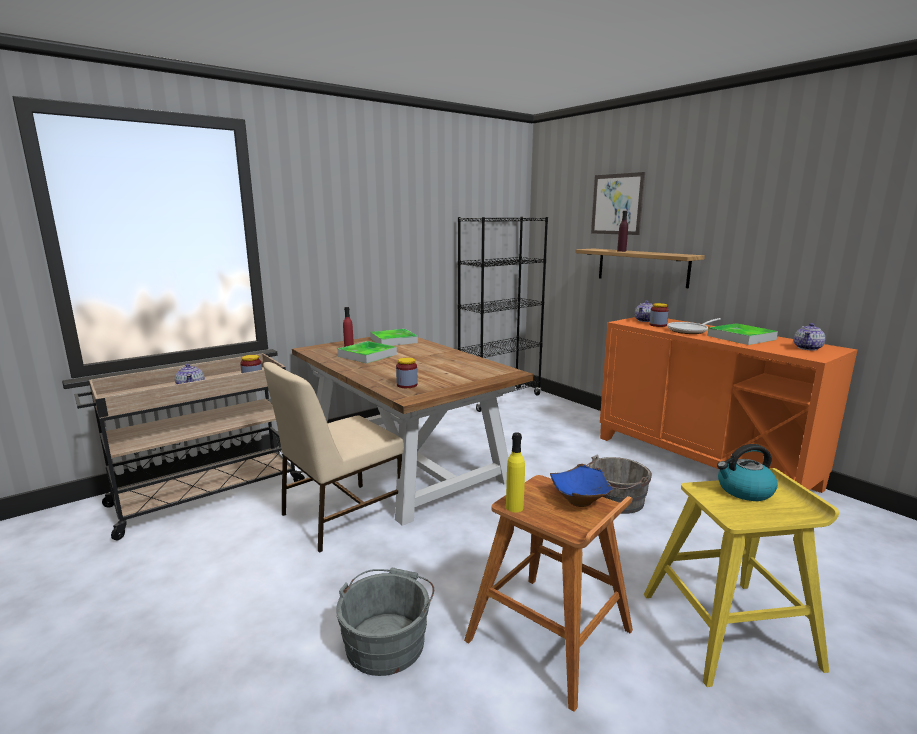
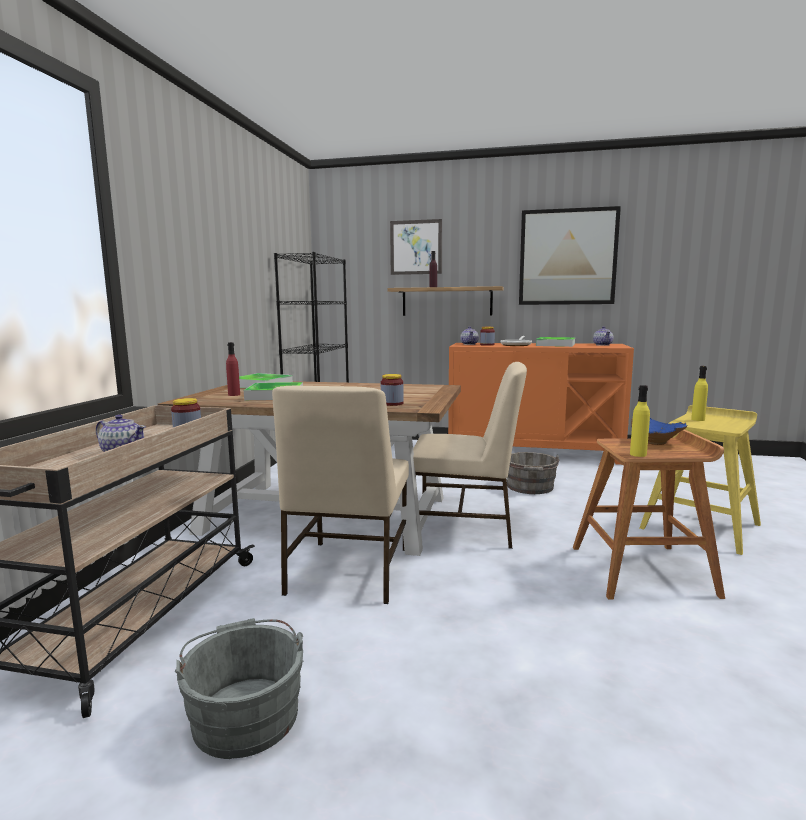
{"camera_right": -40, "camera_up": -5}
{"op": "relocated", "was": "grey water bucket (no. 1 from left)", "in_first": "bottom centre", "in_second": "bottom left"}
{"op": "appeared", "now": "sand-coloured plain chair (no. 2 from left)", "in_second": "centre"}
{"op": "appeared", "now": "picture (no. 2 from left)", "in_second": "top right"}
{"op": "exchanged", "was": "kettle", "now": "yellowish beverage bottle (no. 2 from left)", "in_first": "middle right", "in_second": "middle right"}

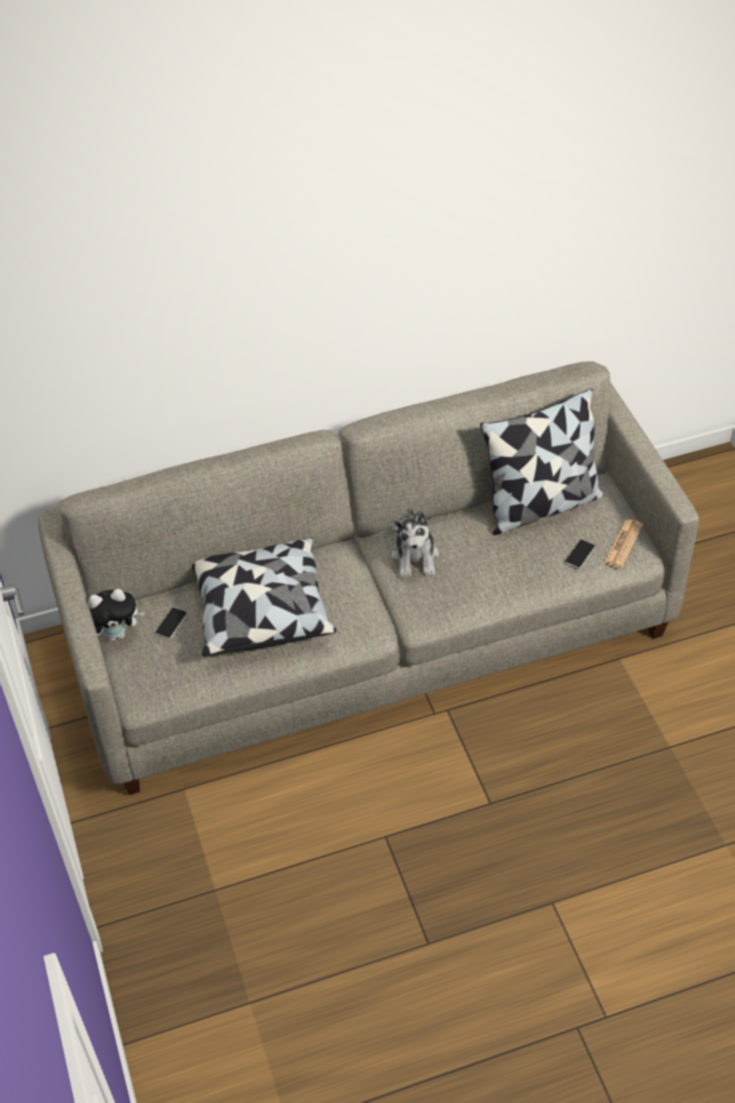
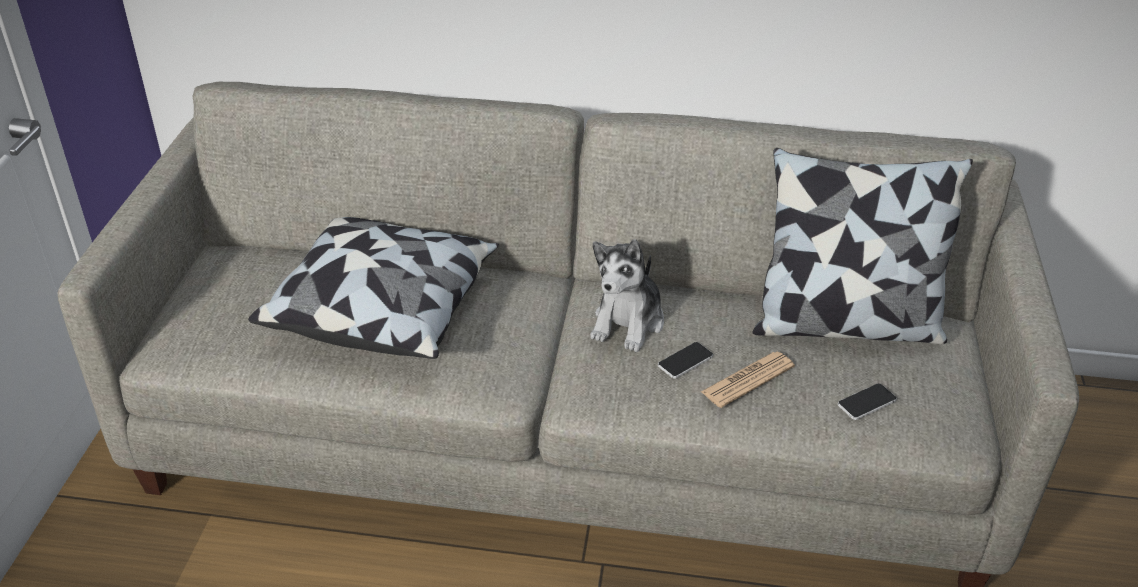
{"camera_right": 25, "camera_up": -10}
{"op": "relocated", "was": "telephone (no. 1 from left)", "in_first": "middle left", "in_second": "centre"}
{"op": "relocated", "was": "newspaper", "in_first": "middle right", "in_second": "centre"}
{"op": "missing", "was": "soft toy (no. 1 from left)", "in_first": "middle left"}

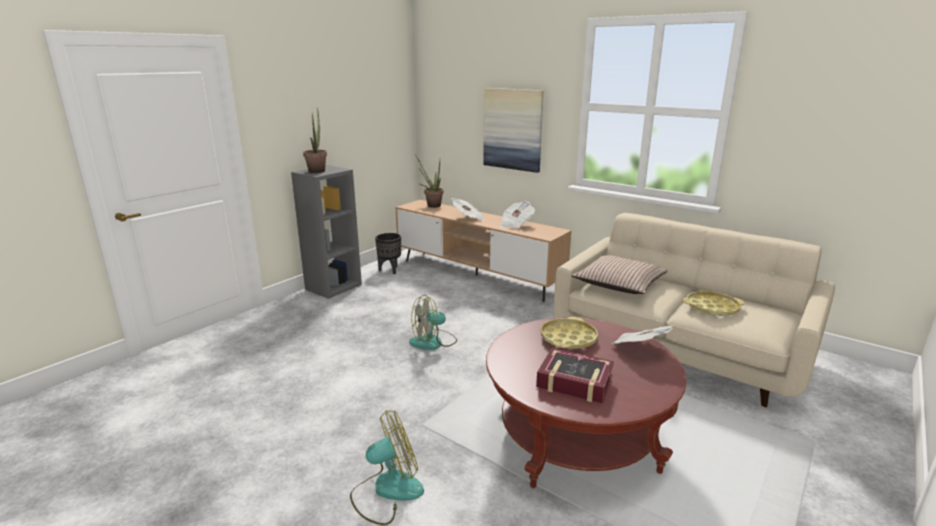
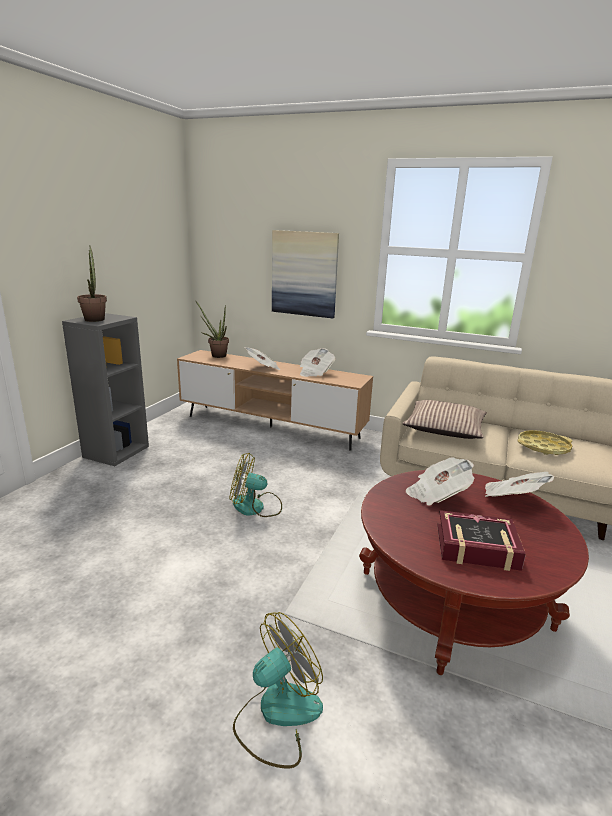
{"camera_right": -15, "camera_up": 0}
{"op": "spun", "was": "electric fan (no. 2 from left in the first image)", "in_first": "centre", "in_second": "centre", "clockwise": 45}
{"op": "exchanged", "was": "yellowish tray (no. 1 from left)", "now": "newspaper (no. 3 from left)", "in_first": "centre", "in_second": "middle right"}
{"op": "missing", "was": "blackish flower pot", "in_first": "centre"}

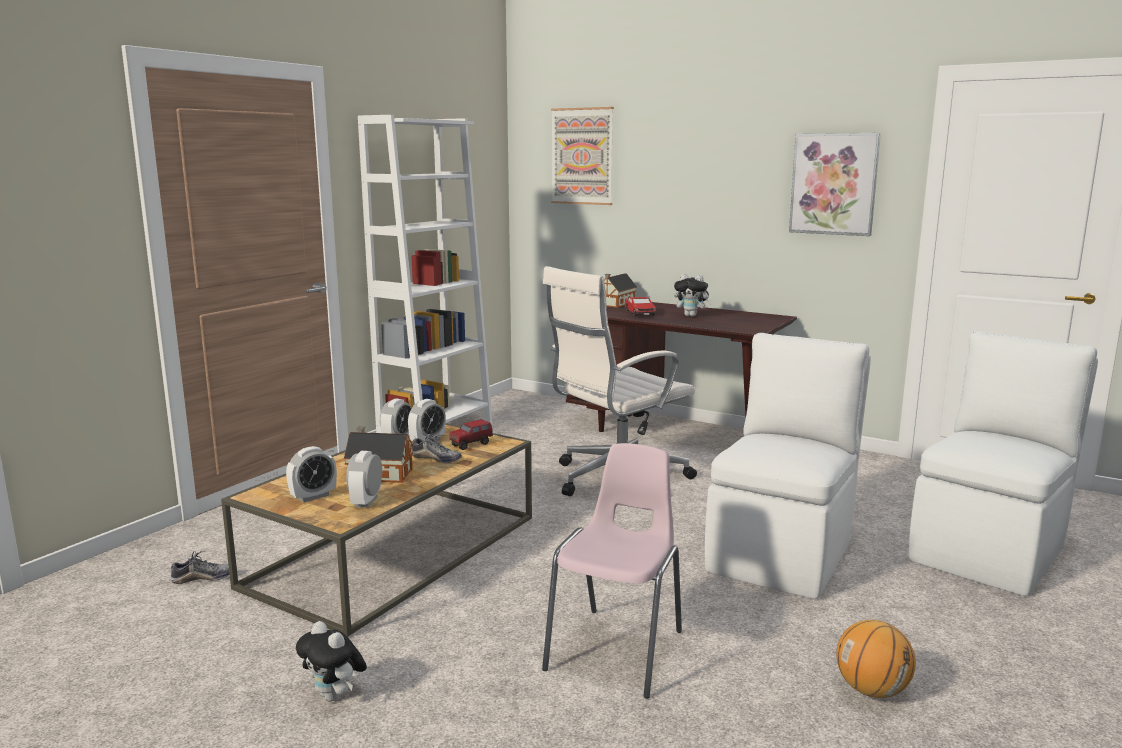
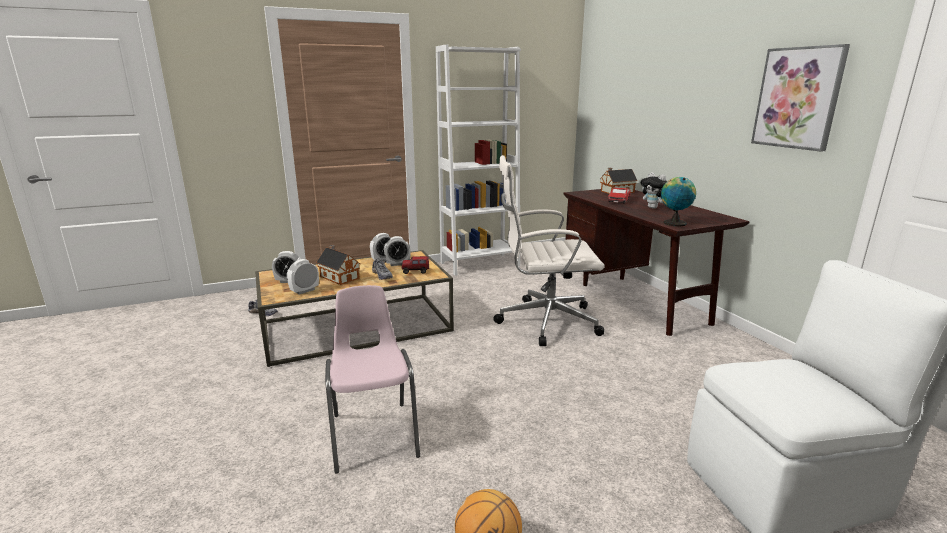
{"camera_right": 35, "camera_up": 5}
{"op": "spun", "was": "pink plain chair", "in_first": "bottom centre", "in_second": "bottom centre", "clockwise": -75}
{"op": "appeared", "now": "globe", "in_second": "middle right"}
{"op": "missing", "was": "soft toy (no. 1 from left)", "in_first": "bottom left"}
{"op": "missing", "was": "picture (no. 1 from left)", "in_first": "top centre"}
{"op": "missing", "was": "white plain chair (no. 1 from left)", "in_first": "middle right"}

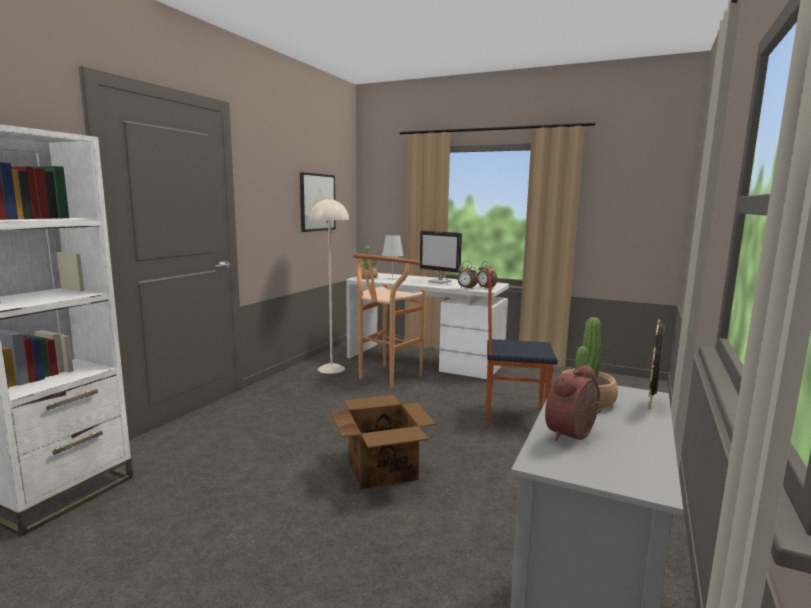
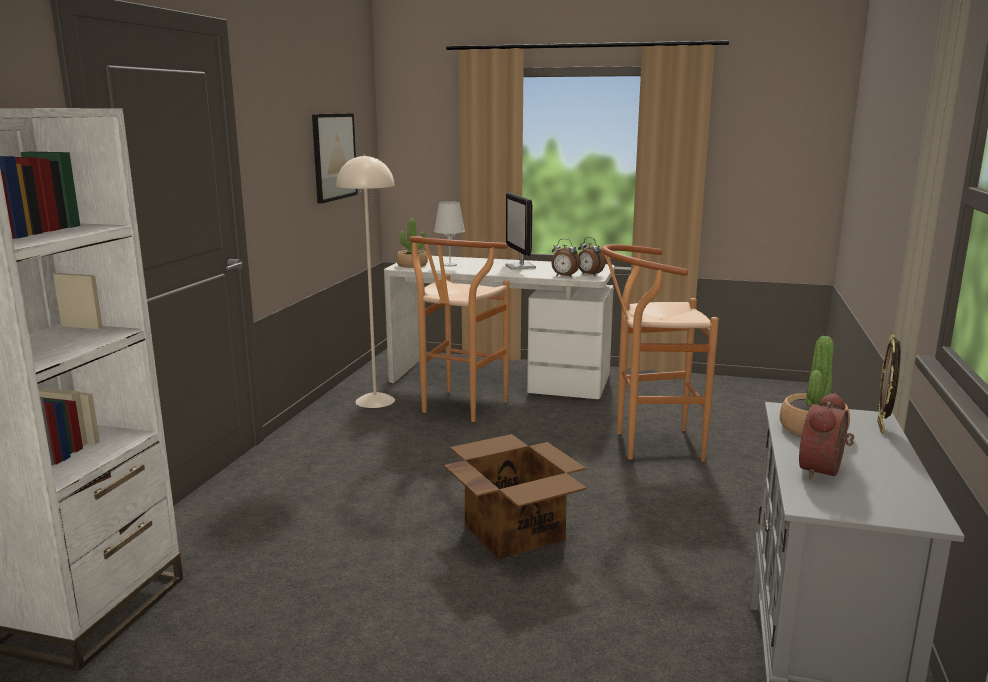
{"camera_right": -10, "camera_up": 5}
{"op": "spun", "was": "computer screen", "in_first": "centre", "in_second": "centre", "clockwise": 45}
{"op": "exchanged", "was": "plain chair", "now": "brown stool seat (no. 2 from left)", "in_first": "centre", "in_second": "middle right"}

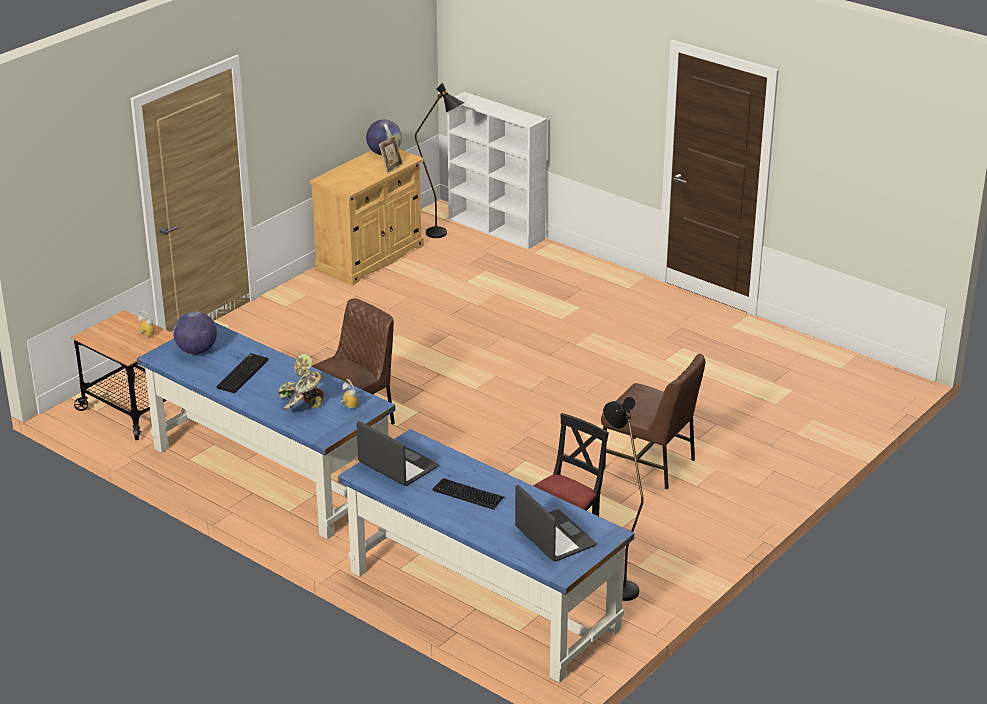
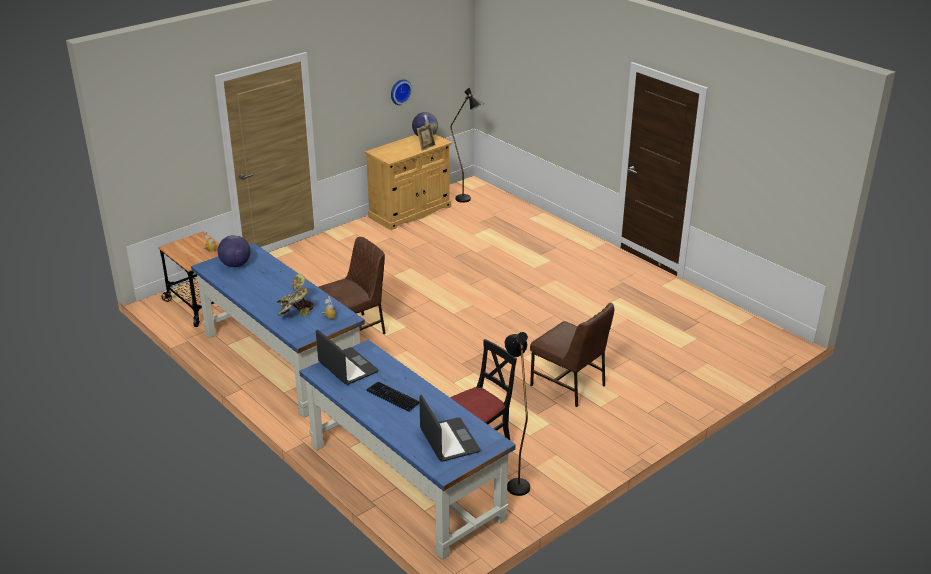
{"camera_right": 10, "camera_up": 0}
{"op": "appeared", "now": "clock on the wall", "in_second": "top centre"}
{"op": "missing", "was": "computer keyboard (no. 1 from left)", "in_first": "middle left"}
{"op": "missing", "was": "white bookshelf", "in_first": "top centre"}

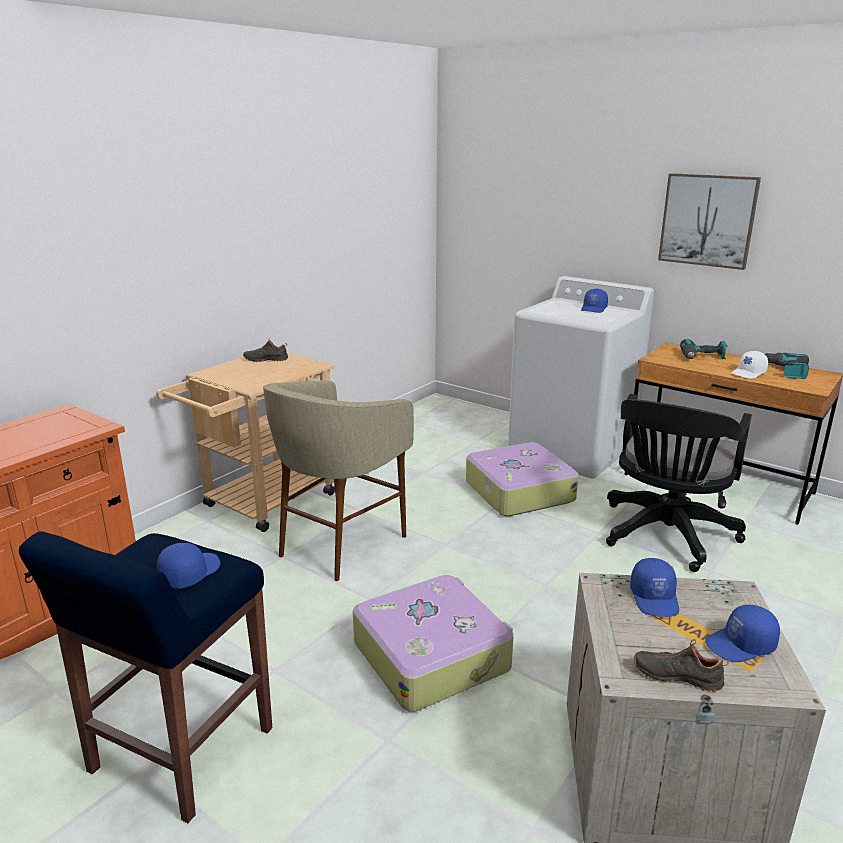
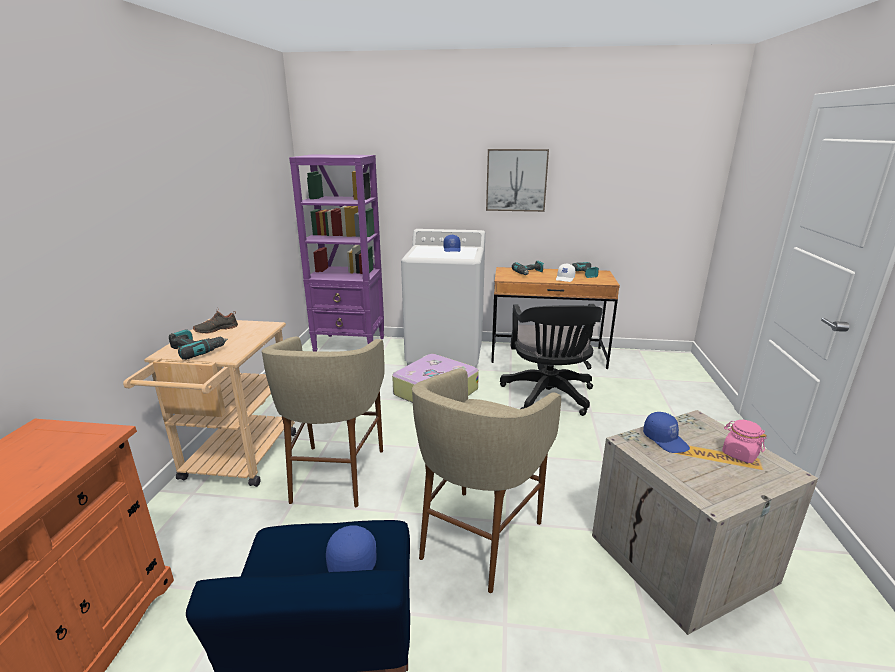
{"camera_right": -30, "camera_up": 0}
{"op": "appeared", "now": "electric drill (no. 1 from left)", "in_second": "middle left"}
{"op": "appeared", "now": "purple bookshelf", "in_second": "centre"}
{"op": "exchanged", "was": "piece of luggage (no. 1 from left)", "now": "sand-coloured stool seat (no. 2 from left)", "in_first": "bottom centre", "in_second": "bottom centre"}
{"op": "exchanged", "was": "bluish cap (no. 4 from left)", "now": "pink preserve jar", "in_first": "bottom right", "in_second": "middle right"}
{"op": "missing", "was": "blackish item of footwear (no. 2 from left)", "in_first": "bottom right"}

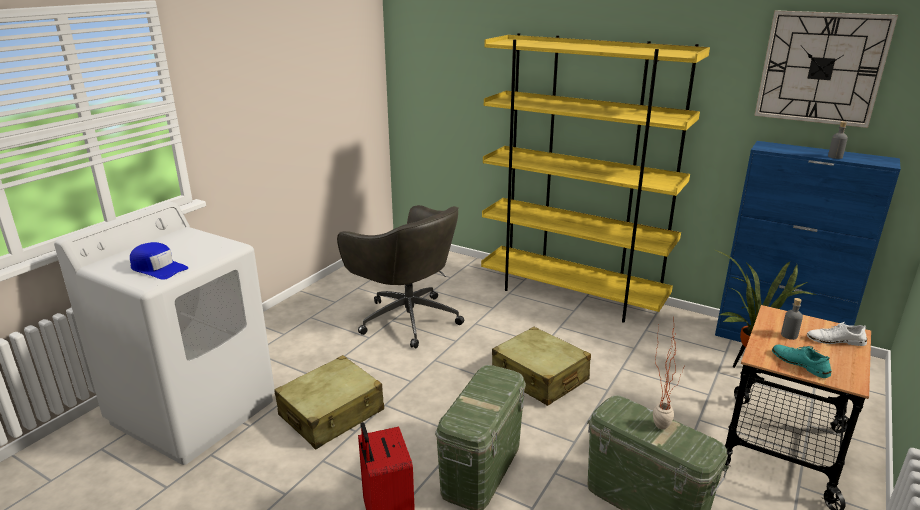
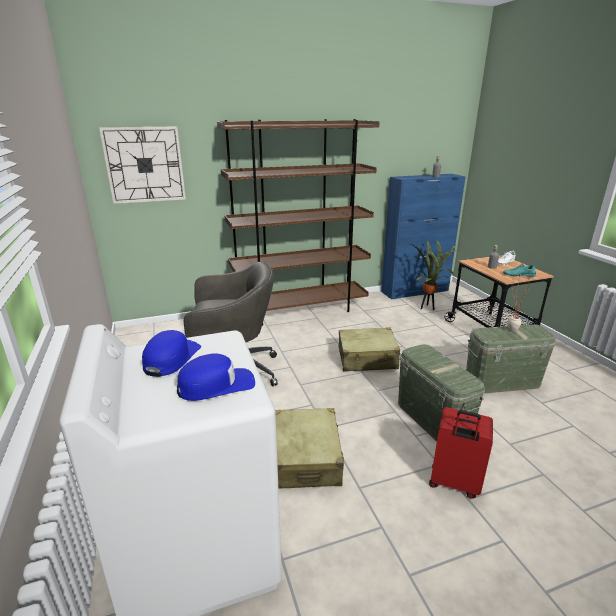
{"camera_right": -50, "camera_up": 0}
{"op": "relocated", "was": "clock on the wall", "in_first": "top right", "in_second": "top left"}
{"op": "appeared", "now": "bluish cap (no. 1 from left)", "in_second": "middle left"}
{"op": "colour", "was": "yellowish bookshelf", "now": "brown bookshelf", "in_first": "centre", "in_second": "centre"}

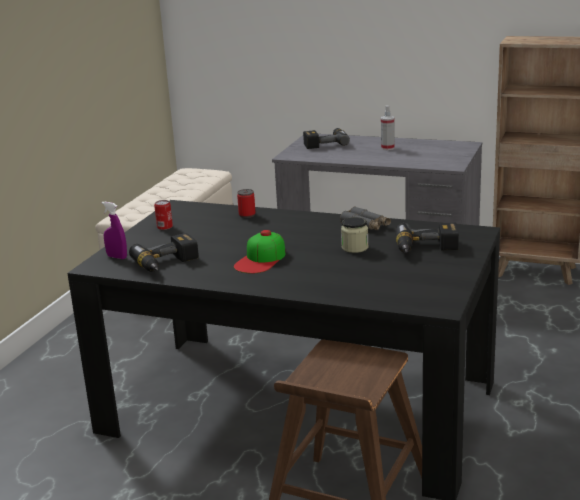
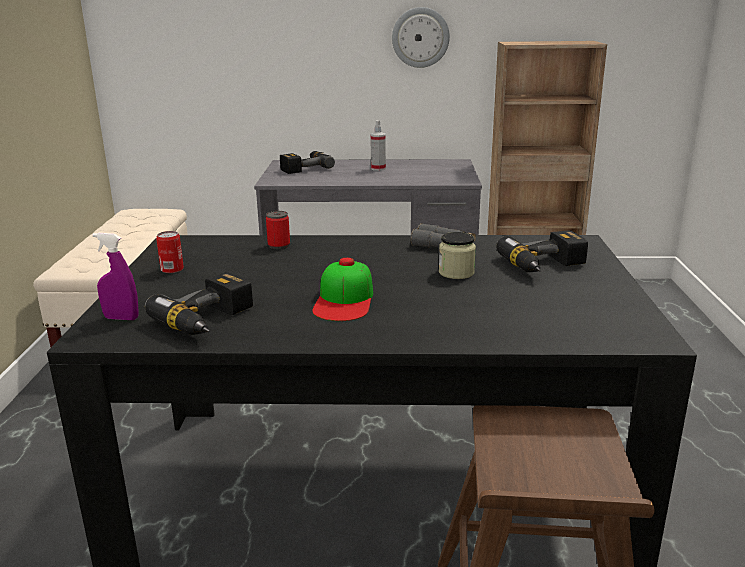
{"camera_right": -20, "camera_up": 0}
{"op": "appeared", "now": "clock on the wall", "in_second": "top centre"}

